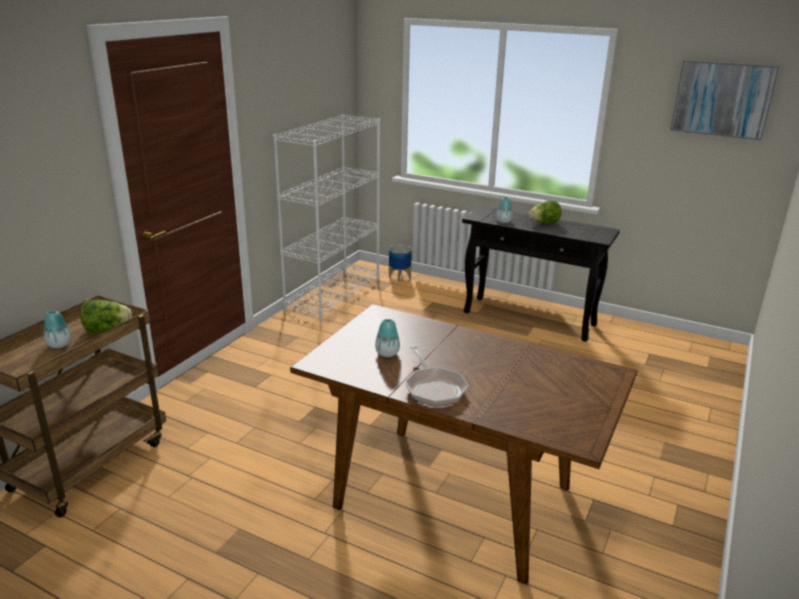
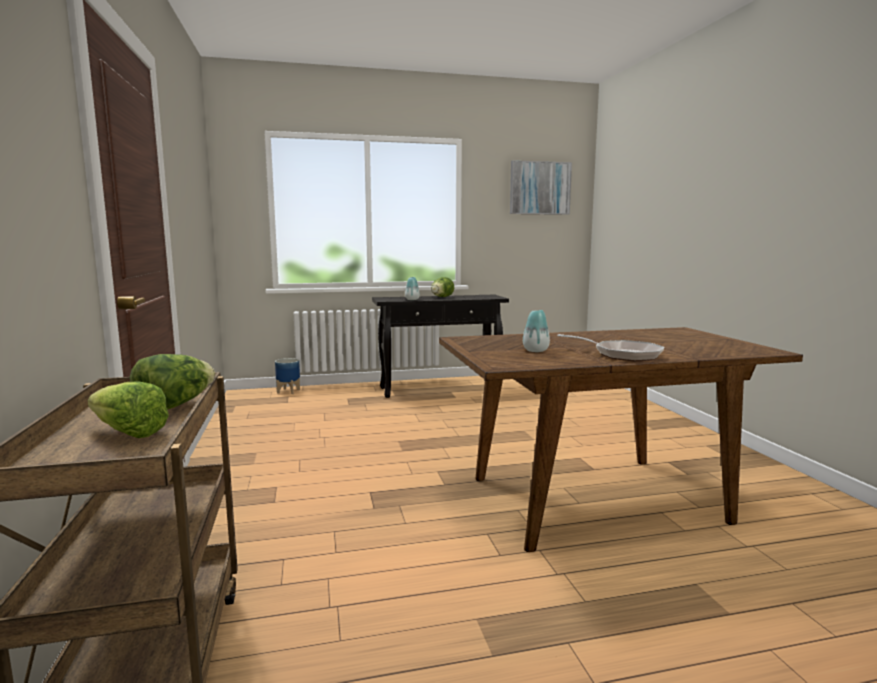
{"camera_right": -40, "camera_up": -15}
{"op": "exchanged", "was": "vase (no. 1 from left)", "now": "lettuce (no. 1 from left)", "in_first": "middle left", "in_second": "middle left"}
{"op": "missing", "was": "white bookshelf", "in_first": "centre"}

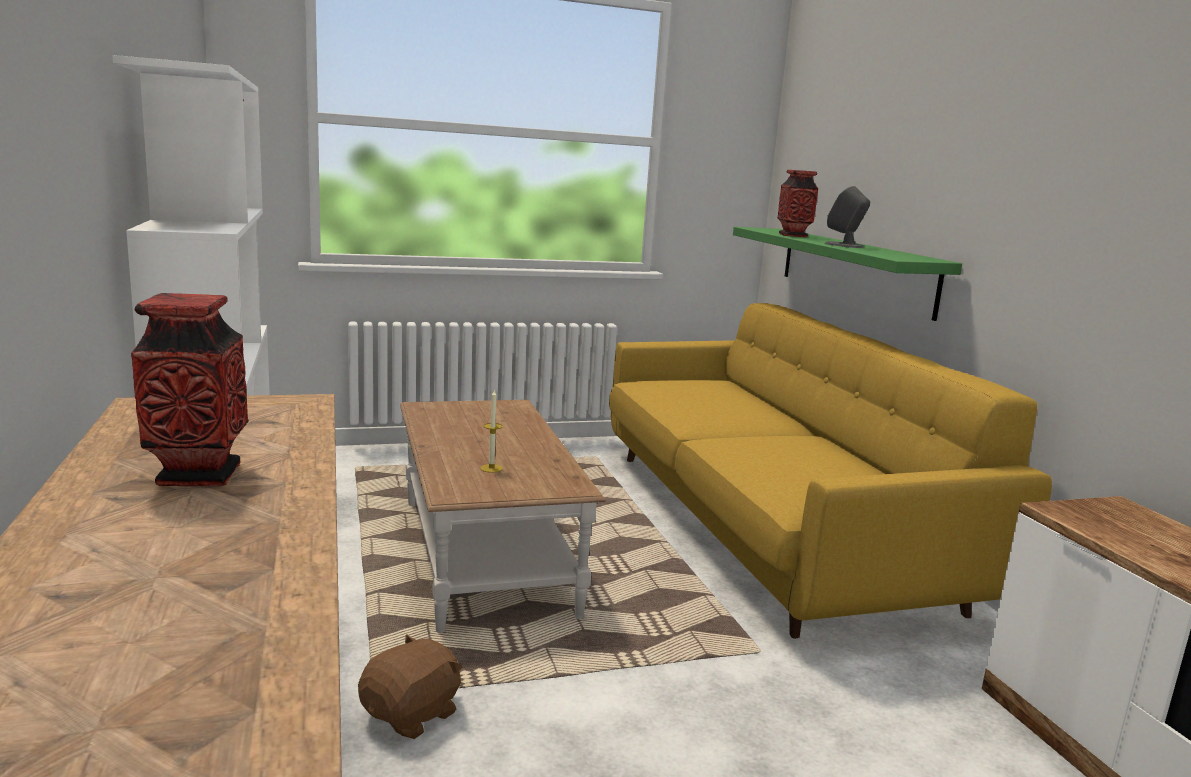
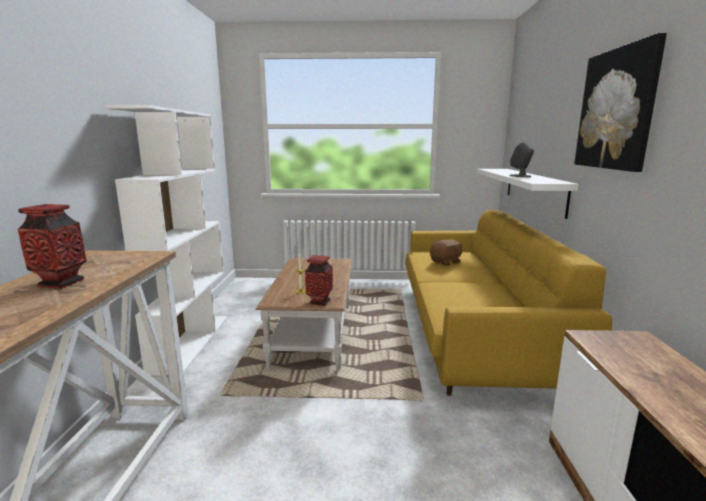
{"camera_right": 20, "camera_up": 0}
{"op": "relocated", "was": "vase (no. 2 from left)", "in_first": "top right", "in_second": "centre"}
{"op": "relocated", "was": "brown soft toy", "in_first": "bottom centre", "in_second": "centre"}
{"op": "colour", "was": "greenish shelf", "now": "white shelf", "in_first": "middle right", "in_second": "middle right"}
{"op": "appeared", "now": "picture", "in_second": "top right"}

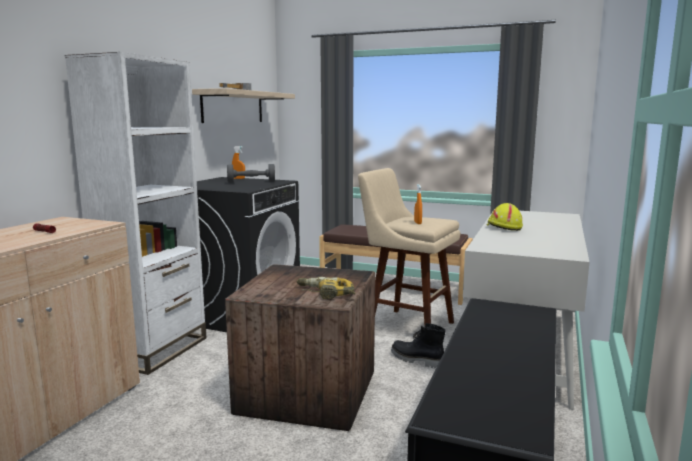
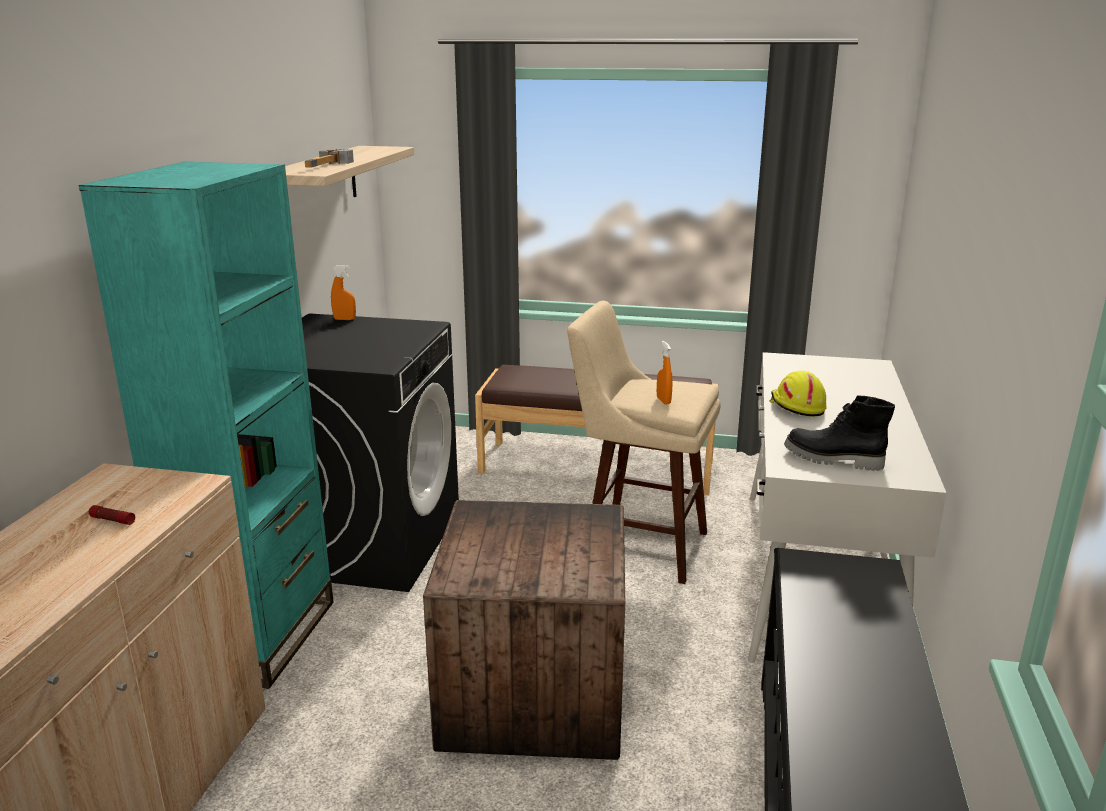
{"camera_right": -10, "camera_up": 10}
{"op": "colour", "was": "white bookshelf", "now": "blue-green bookshelf", "in_first": "middle left", "in_second": "middle left"}
{"op": "relocated", "was": "blackish high-top boot", "in_first": "bottom centre", "in_second": "middle right"}
{"op": "missing", "was": "grey hand weight", "in_first": "centre"}
{"op": "missing", "was": "electric drill", "in_first": "centre"}

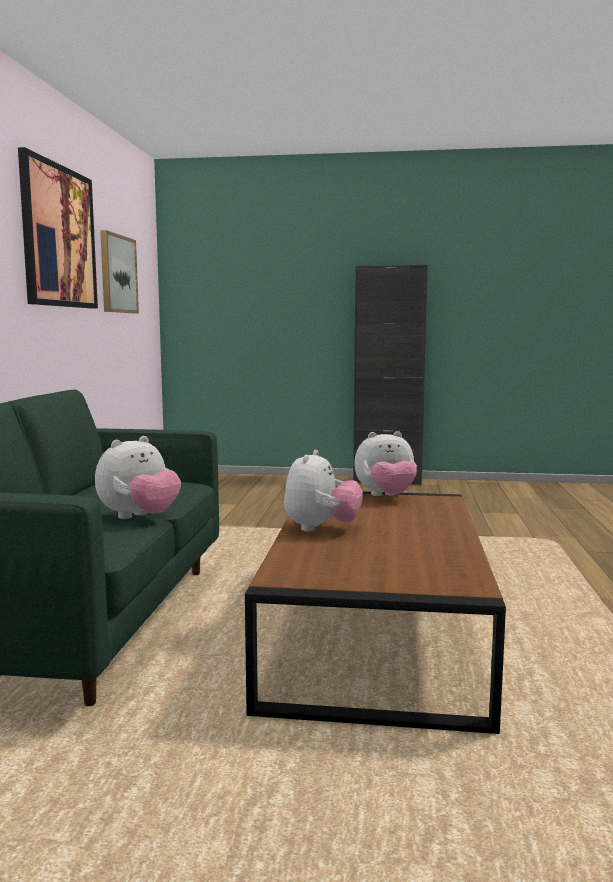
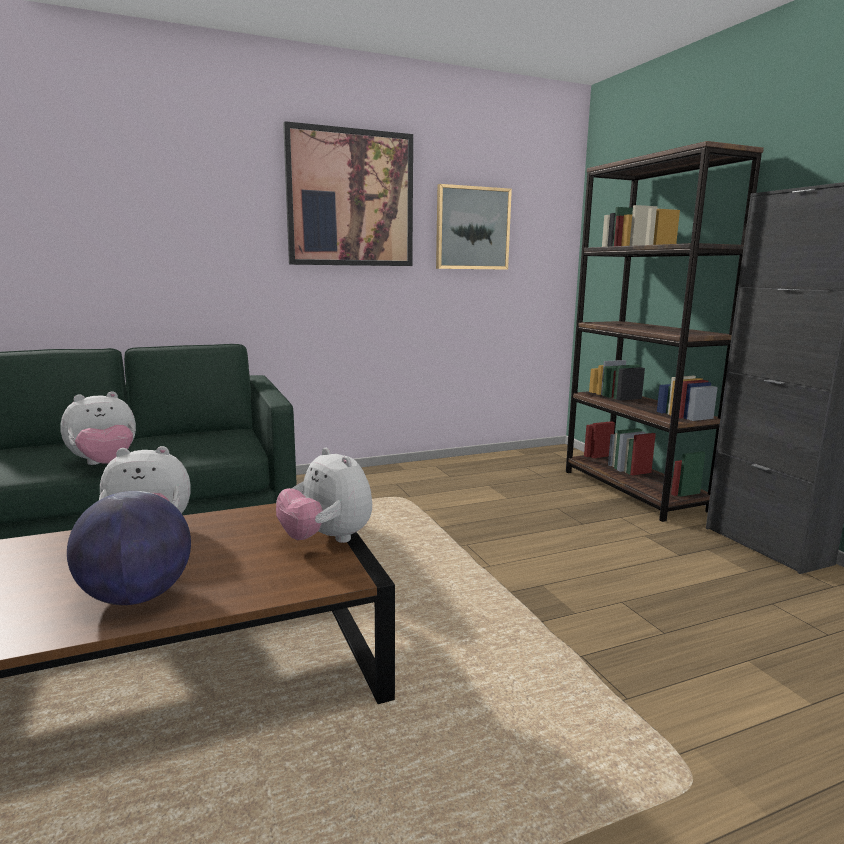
{"camera_right": 60, "camera_up": 5}
{"op": "spun", "was": "soft toy (no. 1 from left)", "in_first": "middle left", "in_second": "middle left", "clockwise": -45}
{"op": "appeared", "now": "globe", "in_second": "middle left"}
{"op": "appeared", "now": "brown bookshelf", "in_second": "middle right"}

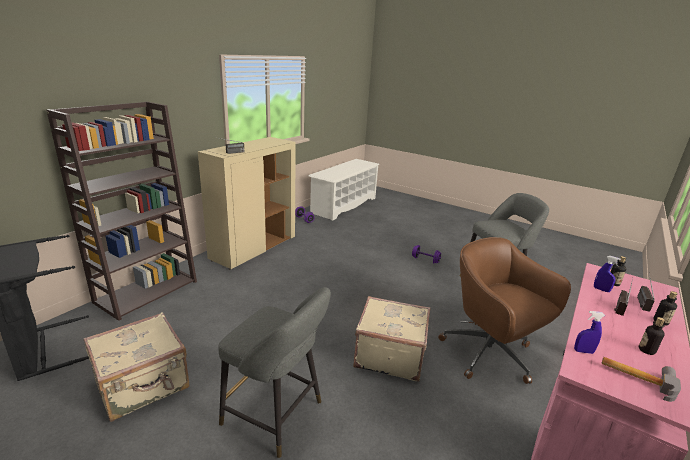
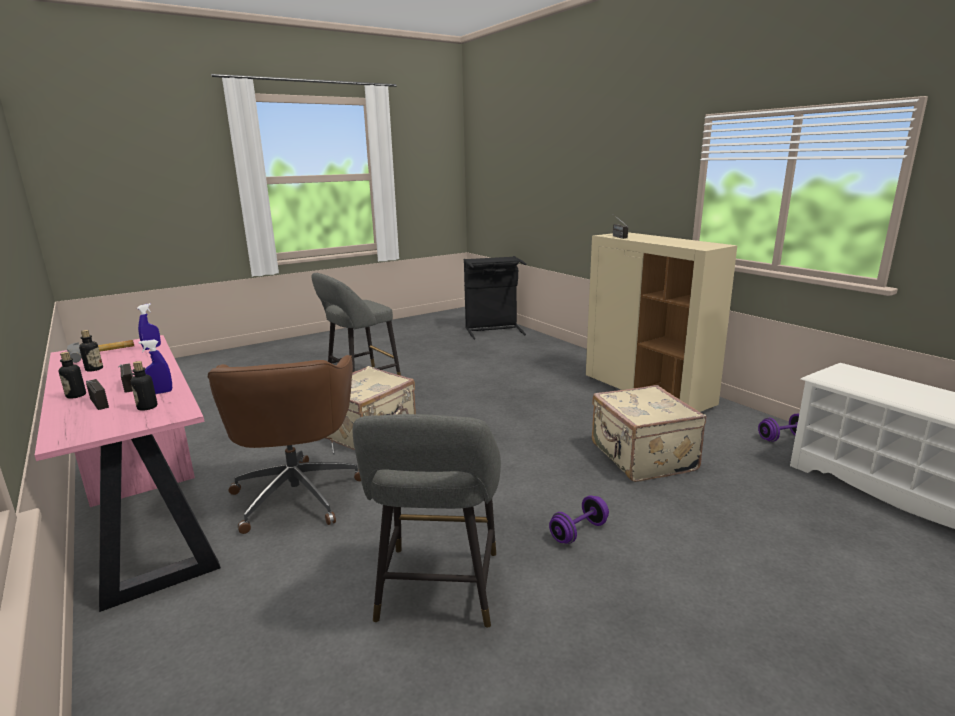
{"camera_right": 115, "camera_up": -5}
{"op": "spun", "was": "brown computer chair", "in_first": "bottom right", "in_second": "middle left", "clockwise": 90}
{"op": "relocated", "was": "sand-coloured piece of luggage (no. 1 from left in the first image)", "now": "sand-coloured piece of luggage (no. 2 from left)", "in_first": "bottom left", "in_second": "middle right"}
{"op": "missing", "was": "brown bookshelf", "in_first": "middle left"}

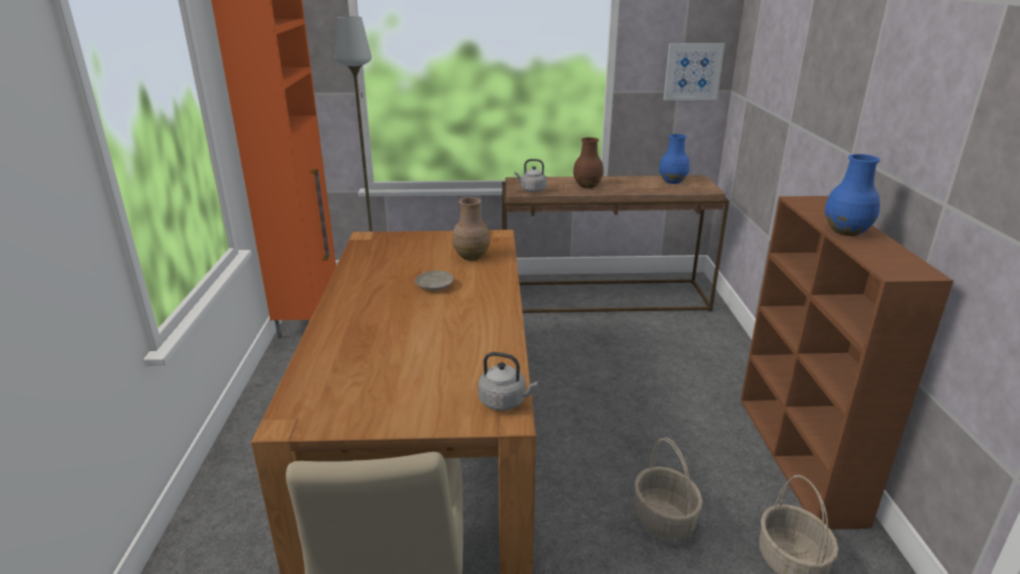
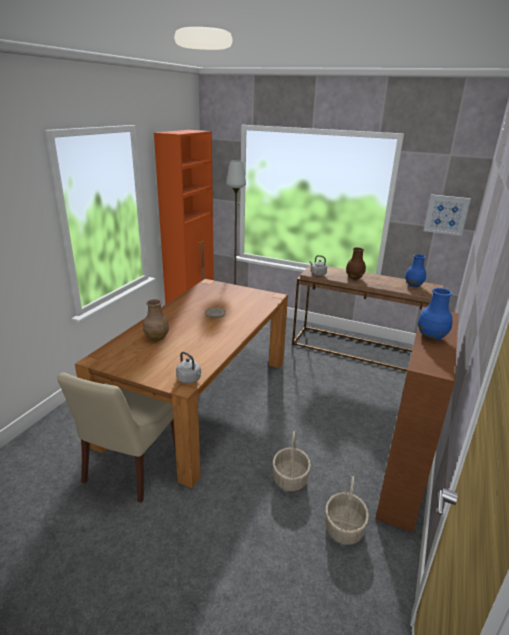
{"camera_right": 25, "camera_up": 0}
{"op": "relocated", "was": "brown vase (no. 1 from left)", "in_first": "centre", "in_second": "middle left"}

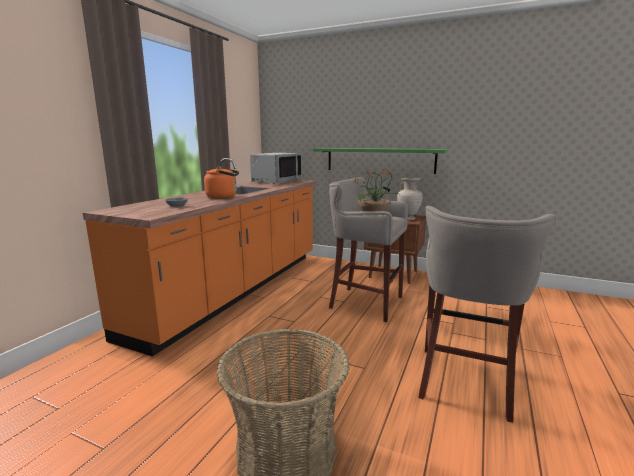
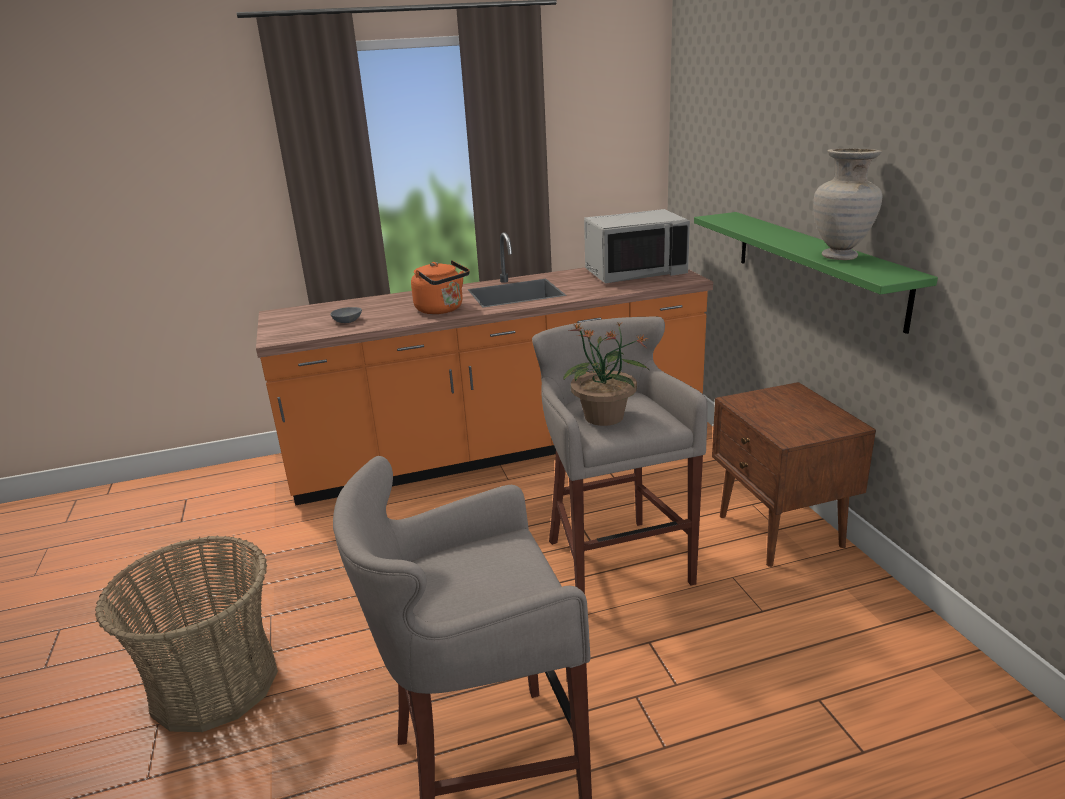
{"camera_right": 50, "camera_up": 10}
{"op": "relocated", "was": "sand-coloured vase", "in_first": "centre", "in_second": "top right"}

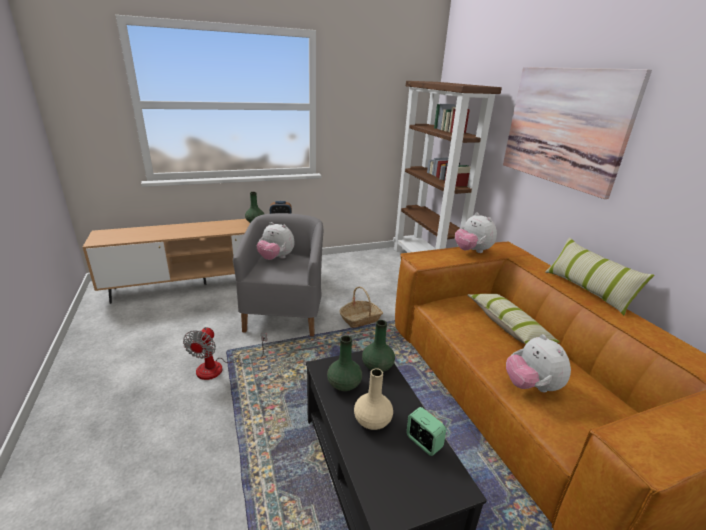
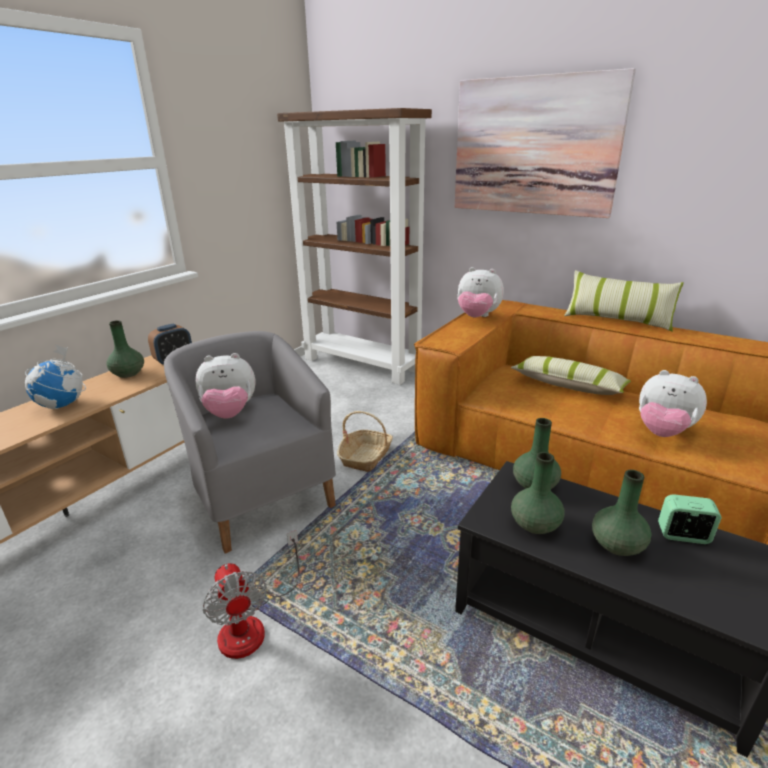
{"camera_right": -35, "camera_up": 0}
{"op": "appeared", "now": "globe", "in_second": "middle left"}
{"op": "colour", "was": "sand-coloured vase", "now": "greenish vase (no. 4 from left)", "in_first": "bottom centre", "in_second": "bottom right"}

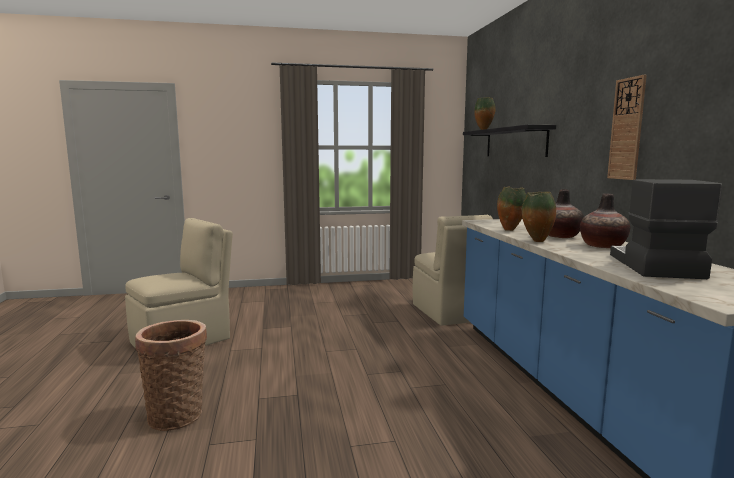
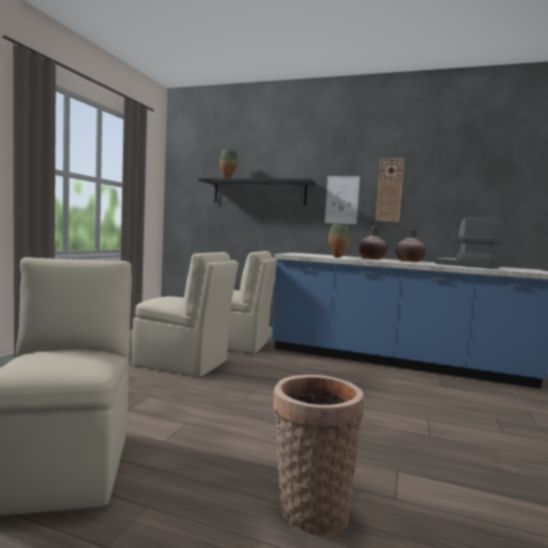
{"camera_right": -60, "camera_up": -5}
{"op": "appeared", "now": "sand-coloured plain chair (no. 2 from left)", "in_second": "centre"}
{"op": "appeared", "now": "picture", "in_second": "centre"}
{"op": "missing", "was": "vase (no. 3 from left)", "in_first": "middle right"}

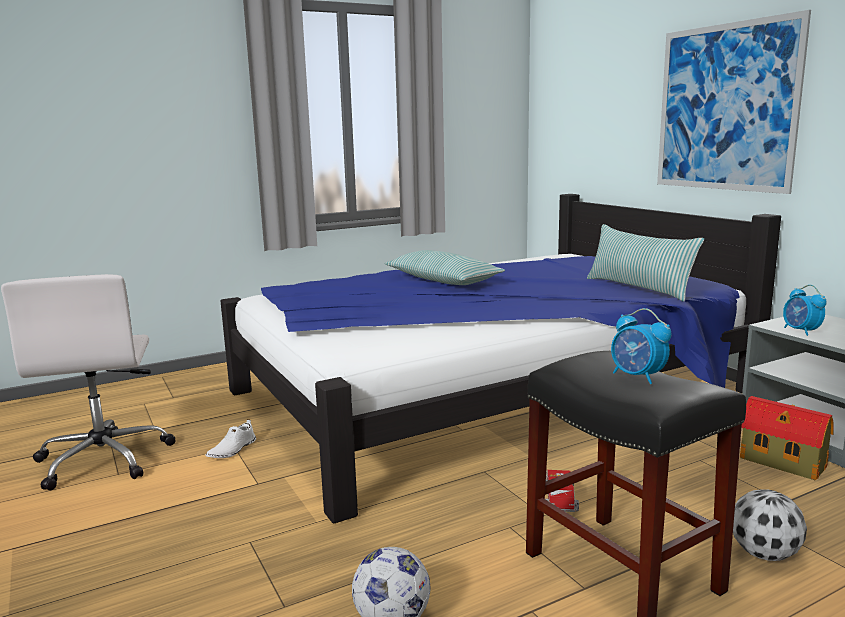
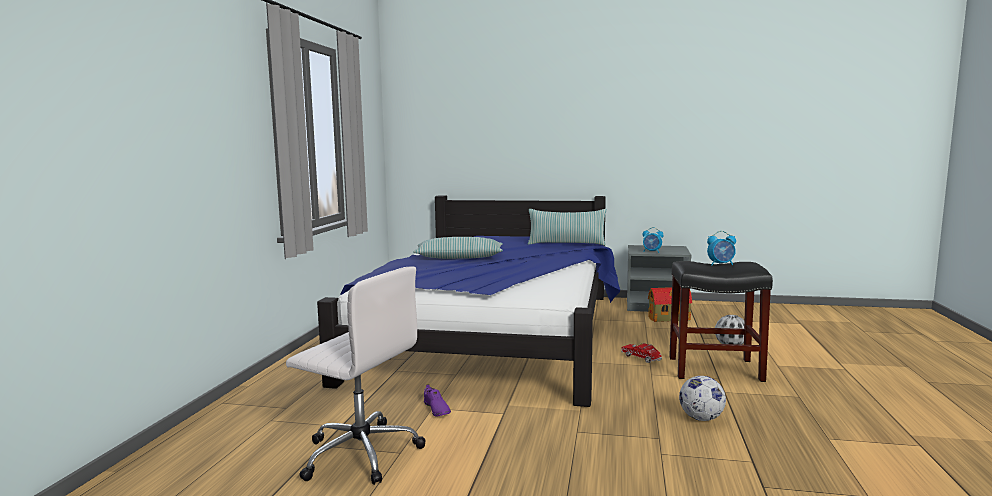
{"camera_right": -50, "camera_up": -5}
{"op": "colour", "was": "white item of footwear", "now": "purple item of footwear", "in_first": "bottom left", "in_second": "bottom centre"}
{"op": "missing", "was": "picture", "in_first": "top right"}

